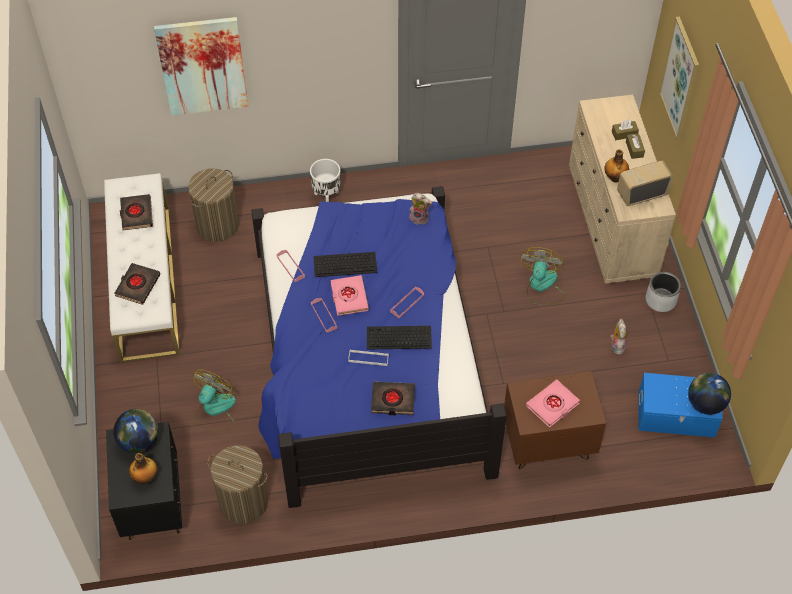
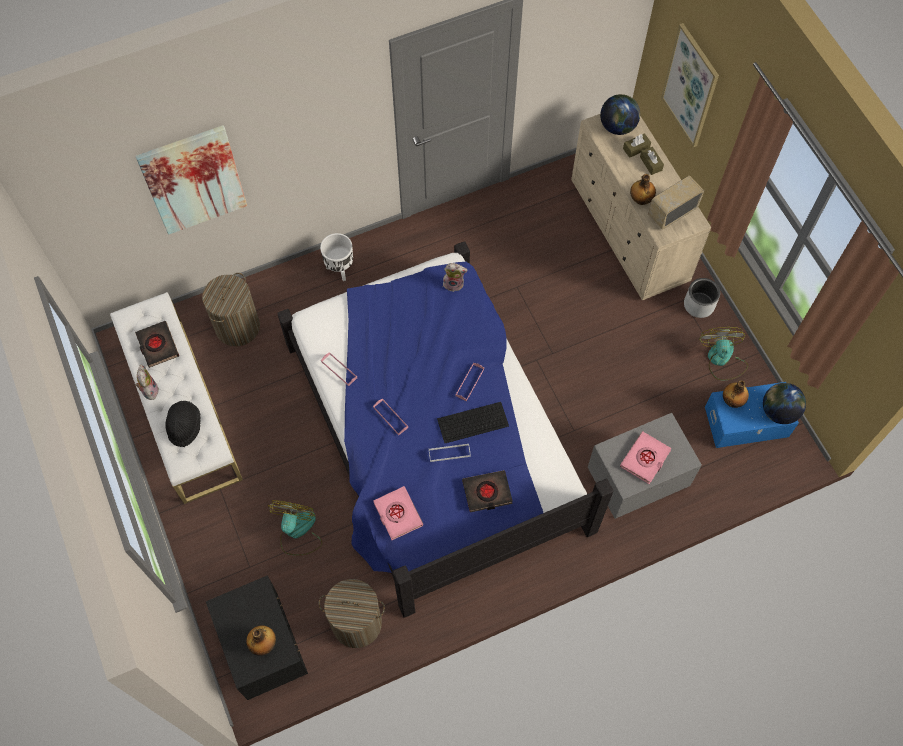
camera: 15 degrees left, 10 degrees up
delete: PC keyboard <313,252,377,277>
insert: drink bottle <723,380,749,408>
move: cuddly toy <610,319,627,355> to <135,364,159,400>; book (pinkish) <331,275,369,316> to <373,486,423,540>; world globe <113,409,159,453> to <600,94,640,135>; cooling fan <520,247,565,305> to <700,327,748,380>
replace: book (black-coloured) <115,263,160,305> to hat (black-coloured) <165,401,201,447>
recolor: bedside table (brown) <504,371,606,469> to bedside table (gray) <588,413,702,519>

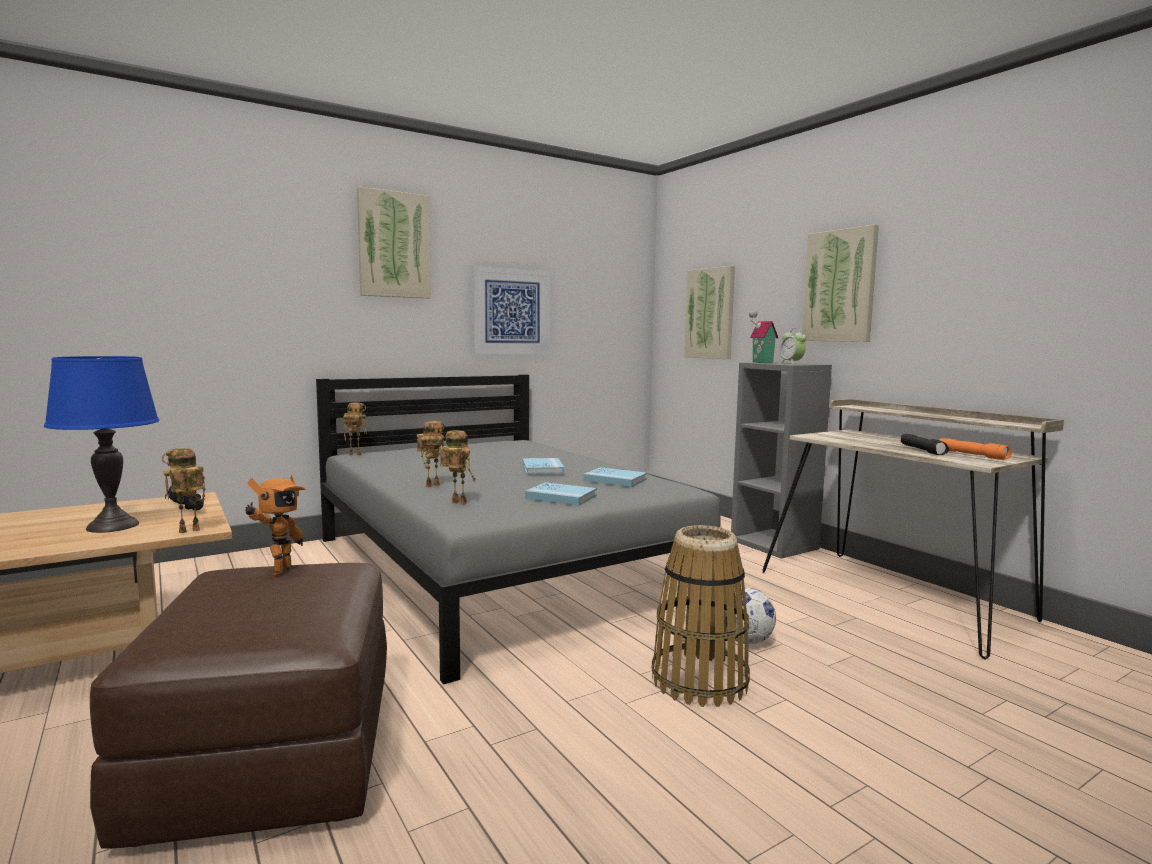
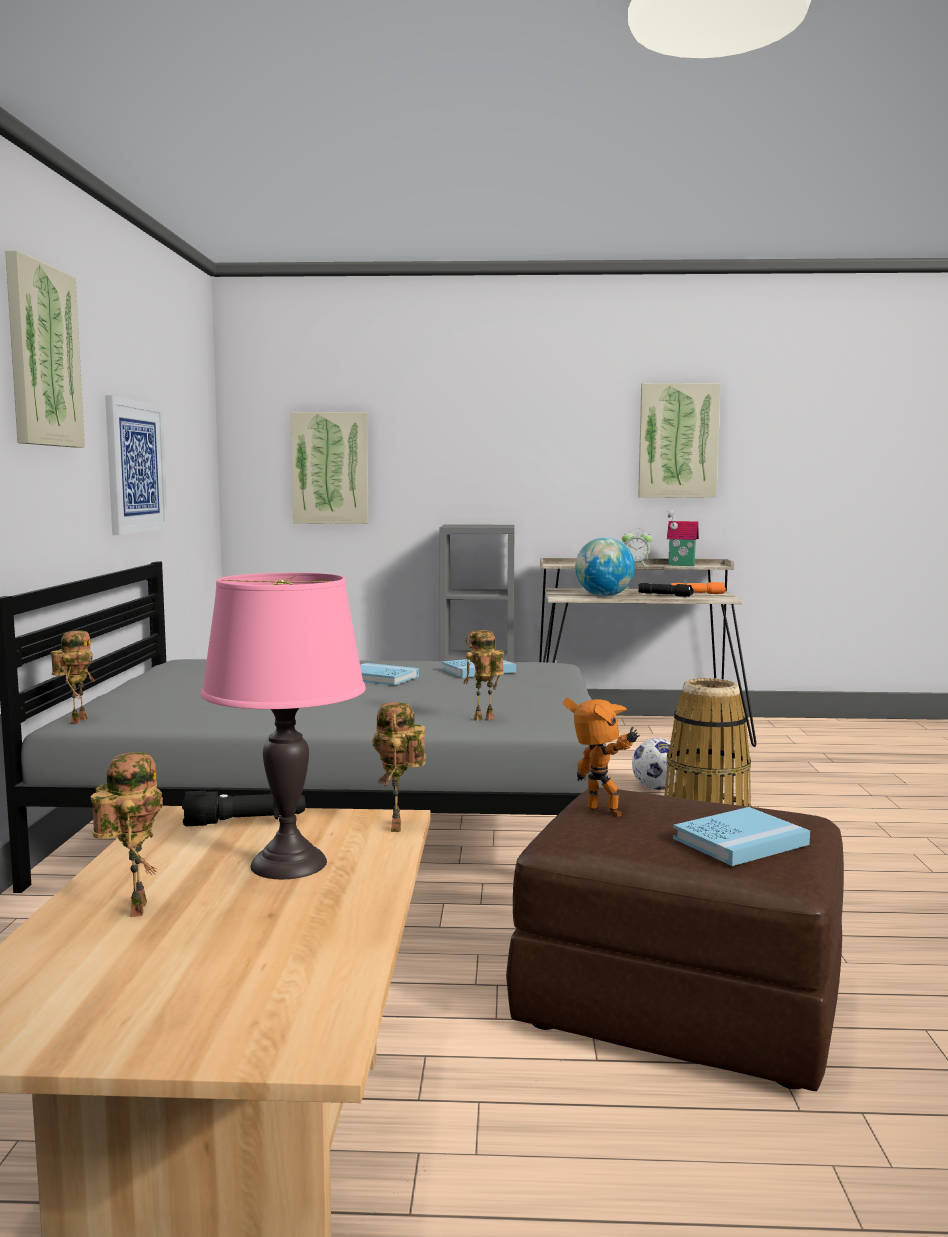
camera: 55 degrees left, 0 degrees up
insert: world globe <575,537,635,597>
move: model robot <417,421,445,488> to <91,752,163,917>; alarm clock <780,328,806,364> to <622,528,652,566>; picture <802,224,879,342> to <638,383,721,498>; toy house <749,310,778,363> to <667,510,699,566>; book (blue) <525,482,597,506> to <673,807,810,866>
recolor: lamp for a table (blue) <44,356,159,533> to lamp for a table (pinkish) <201,573,366,879>

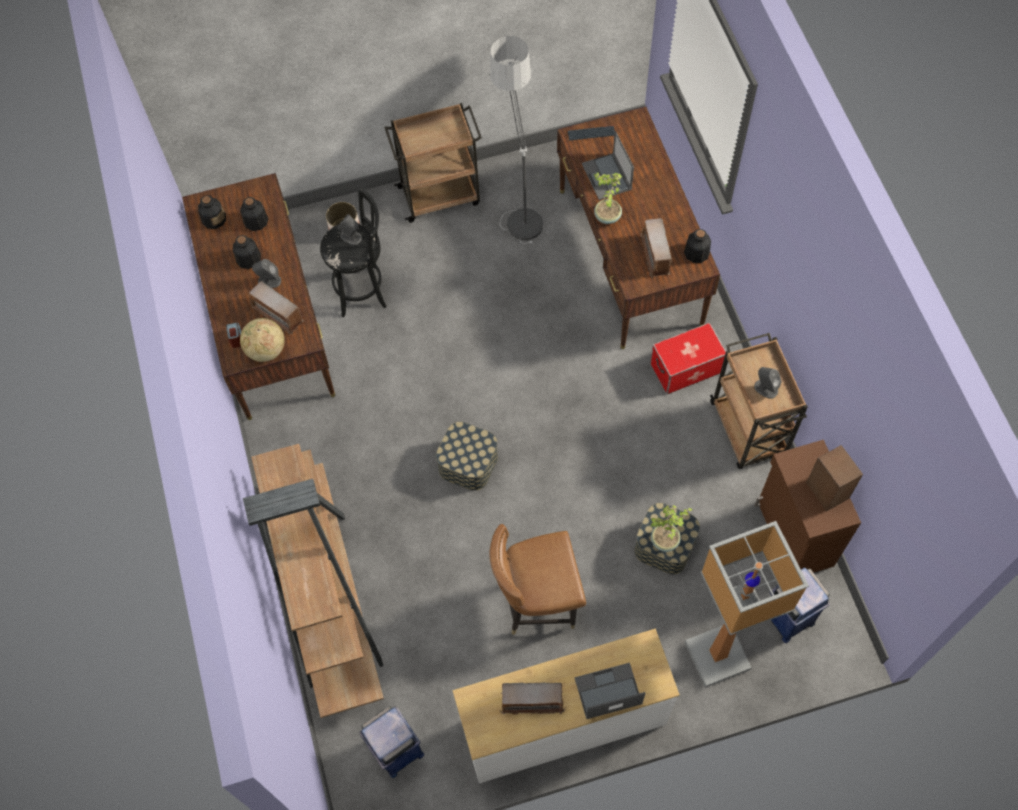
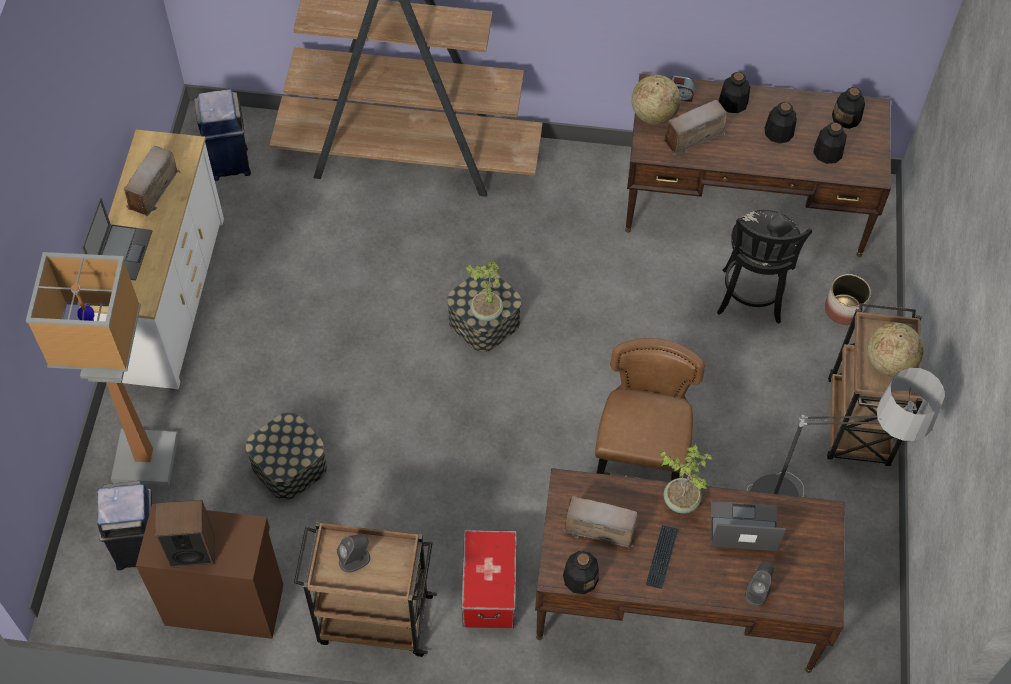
camera: 110 degrees right, 5 degrees down
insert: drink bottle <719,72,750,113>; world globe <868,323,924,377>
move: houseplant <650,505,692,552> to <466,261,503,321>; plain chair (brown) <489,524,586,635> to <595,338,705,481>; PC keyboard <568,126,615,141> to <646,525,678,589>; loudspeaker (gray) <252,259,281,288> to <745,562,774,606>

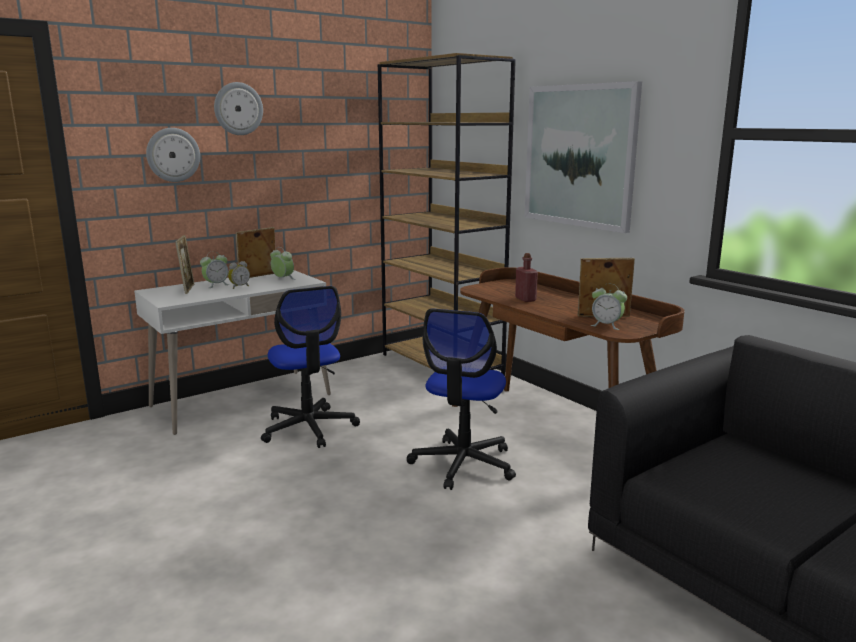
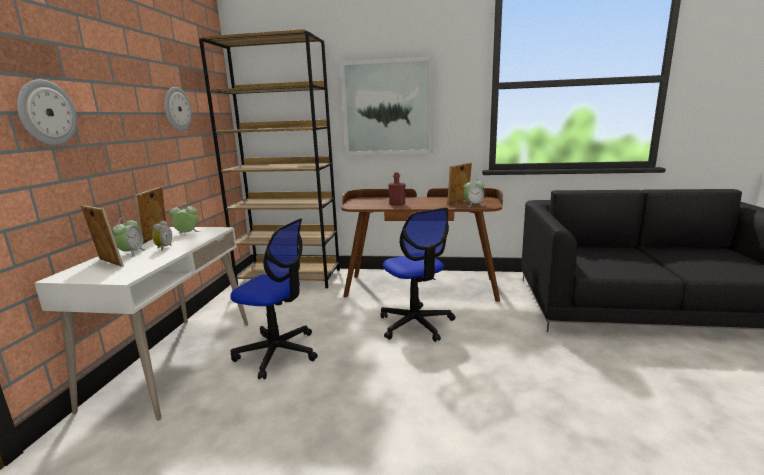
camera: 45 degrees left, 0 degrees up
move: hanging clock <214,82,263,135> to <164,87,192,131>

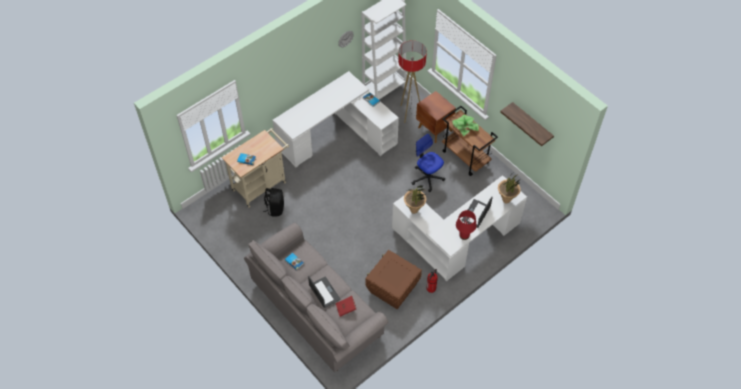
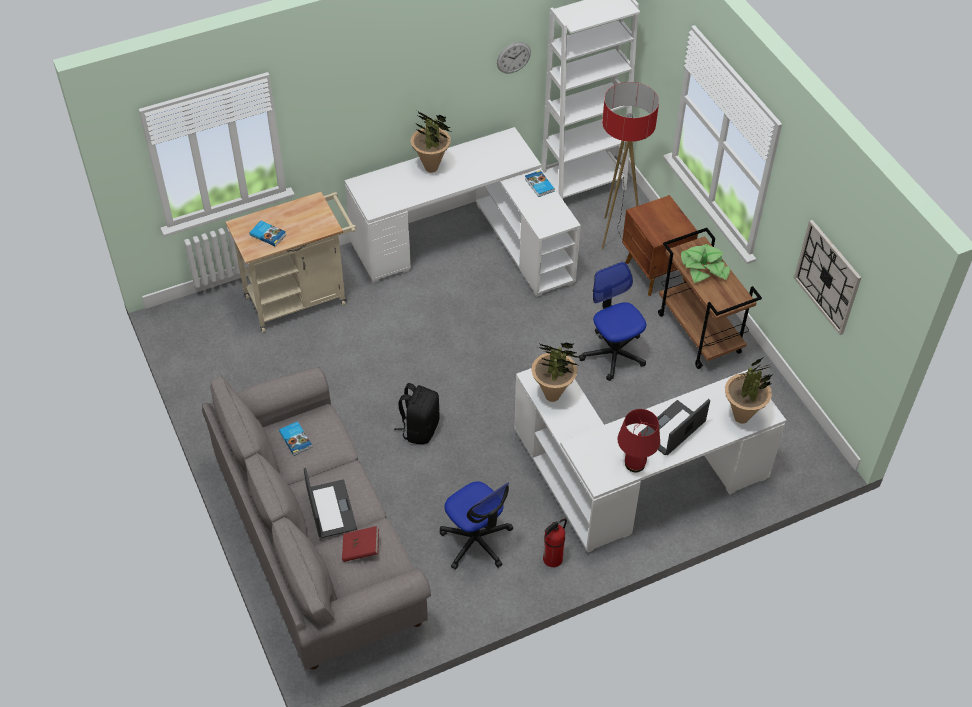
camera: 15 degrees right, 5 degrees down
insert: houseplant <411,111,451,173>
move: backpack (black-coloured) <263,188,284,217> to <394,383,440,444>
replace: storage bin (brown) <365,250,422,309> to desk chair <439,482,513,570>; wall shelf <500,102,554,146> to hanging clock <794,220,861,335>

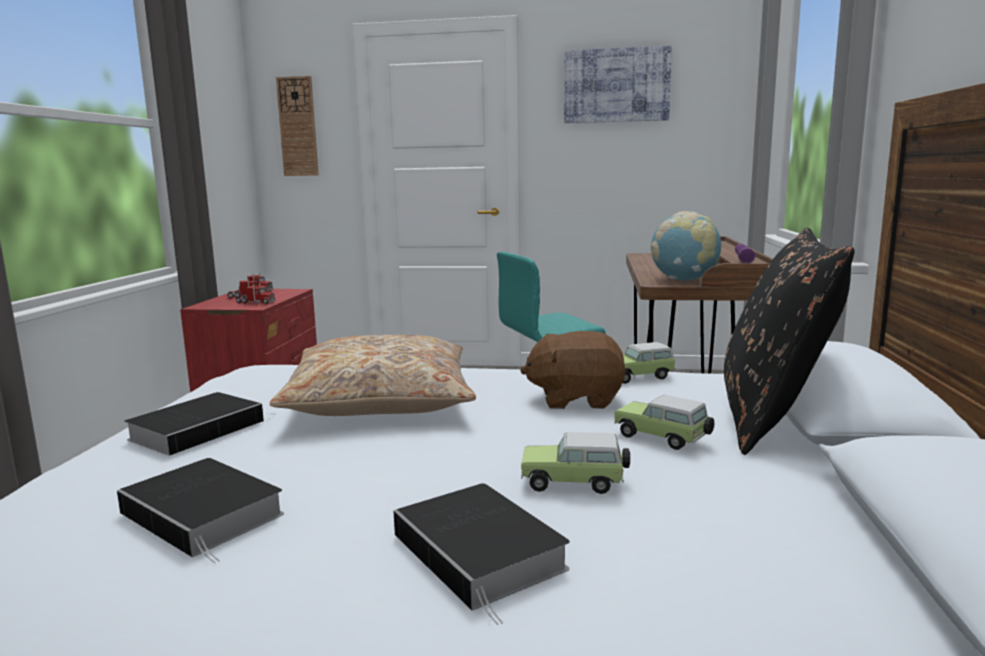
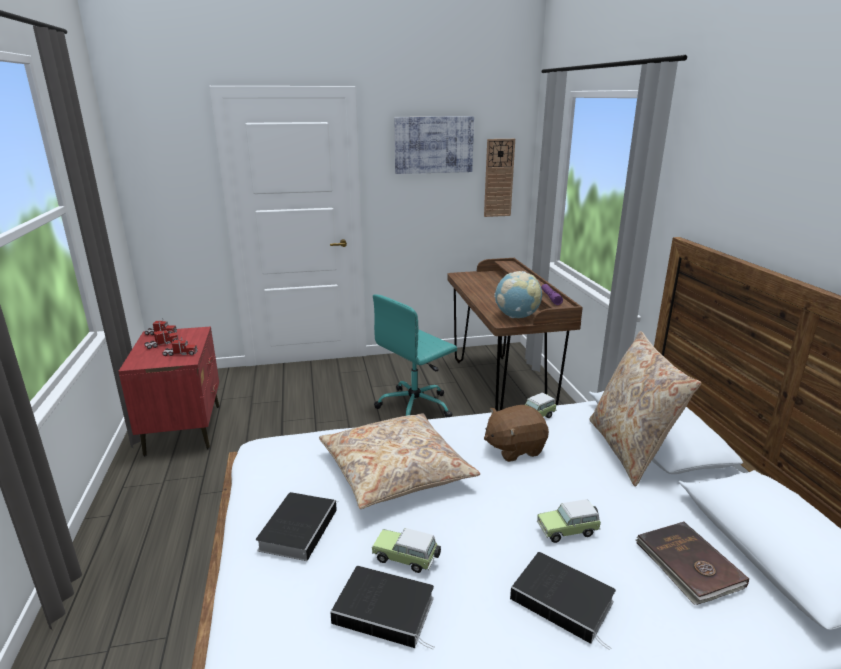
camera: 20 degrees left, 10 degrees up
insert: book (brown) <636,521,749,605>
move: toy car <614,395,714,450> to <372,528,441,573>; hanging clock <276,76,319,176> to <484,139,515,217>
recolor: pillow (black-coloured) <724,228,855,455> to pillow (beige) <589,331,701,487>

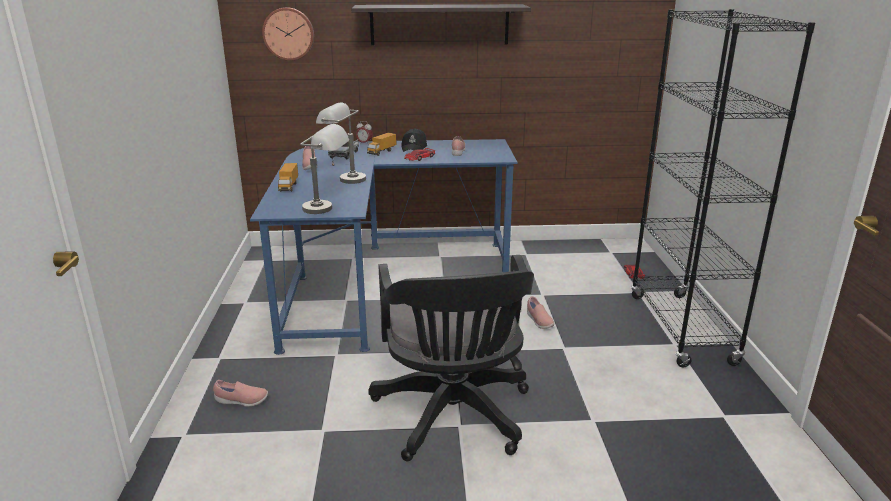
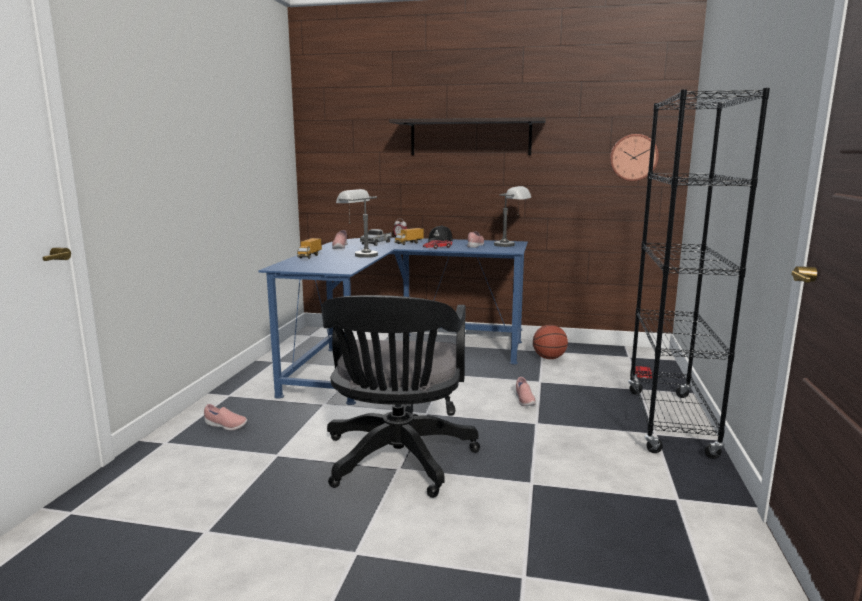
camera: 15 degrees right, 10 degrees down
insert: basketball ball <533,325,568,359>
move: lamp for a table (gray) <300,124,349,214> to <494,186,531,247>; hanging clock <262,7,314,61> to <610,134,659,181>

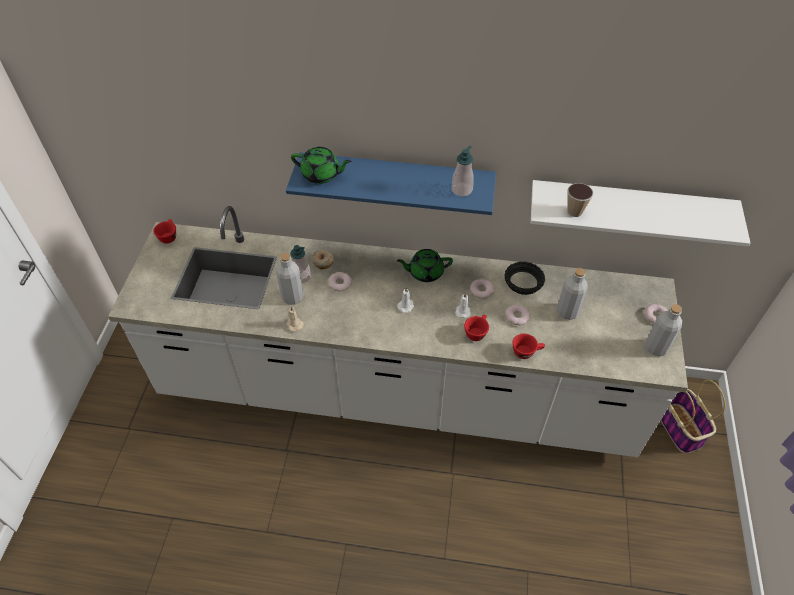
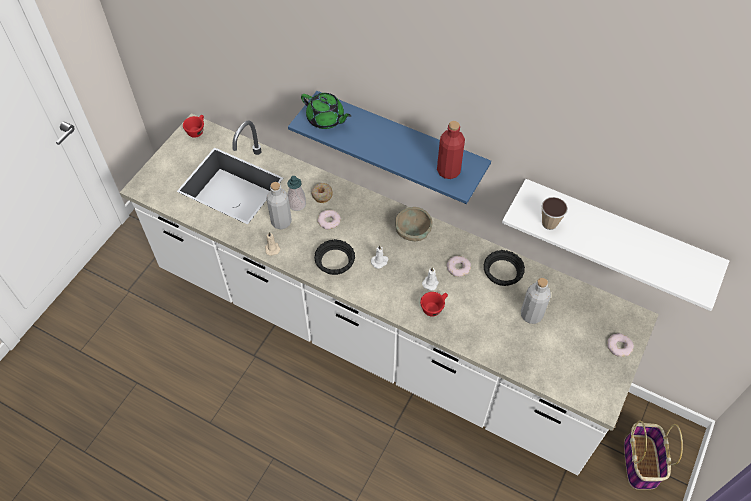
camera: 20 degrees right, 5 degrees up
delete: doughnut <505,304,530,326>; small cup (reddish) <512,333,545,359>; drink bottle (gray) <645,304,682,356>
insert: serving bowl (black-coloured) <314,239,355,275>
replace: pot for tea (green) <397,249,453,282> to serving bowl (beige) <395,207,433,242>; liquid soap bottle <452,146,474,197> to drink bottle (reddish) <437,121,465,179>

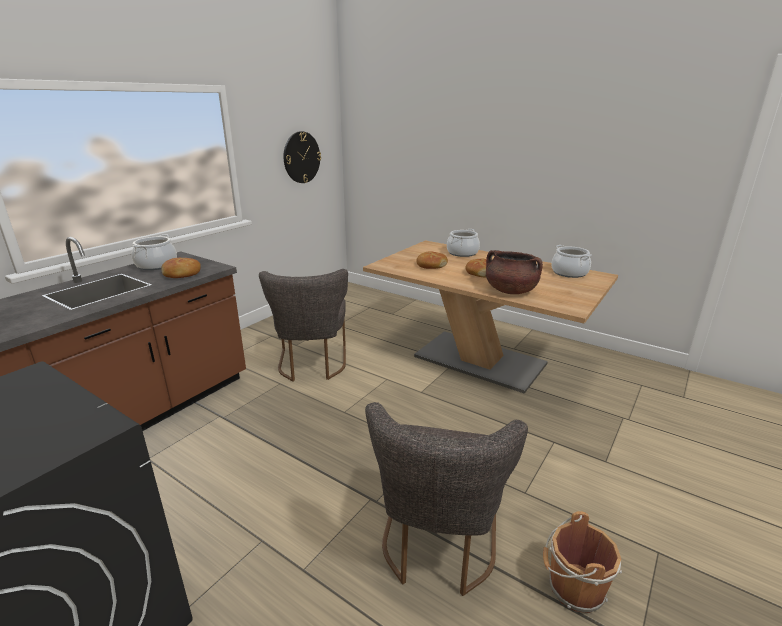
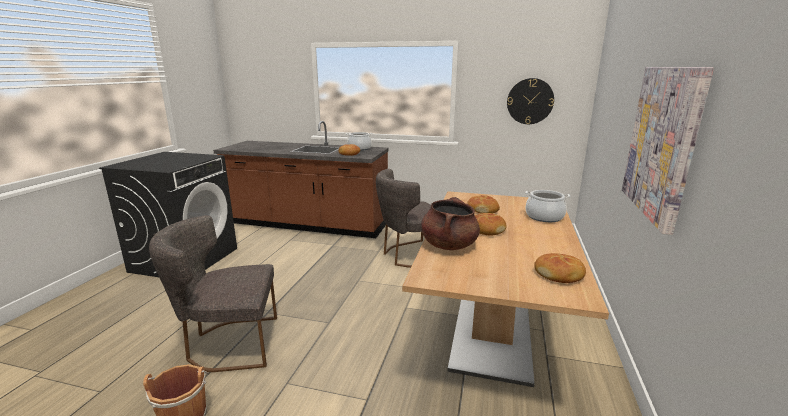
camera: 70 degrees right, 5 degrees down
insert: picture <622,67,714,235>
replace: stockpot <551,245,592,278> to baked bread <534,253,586,283>

